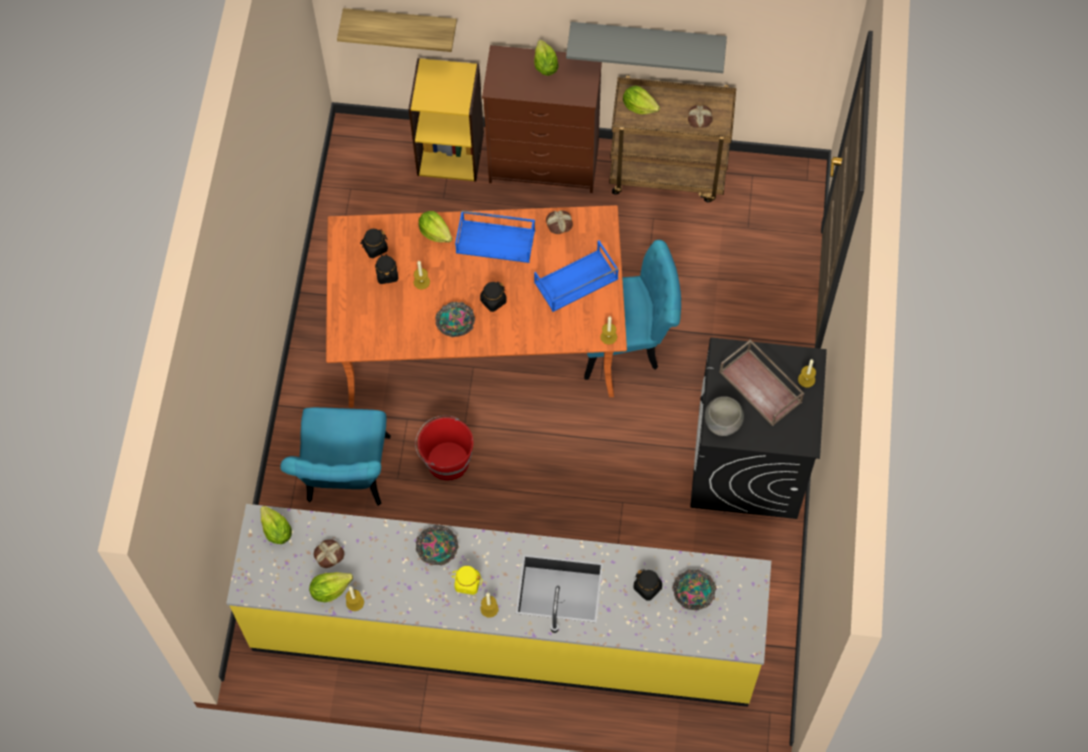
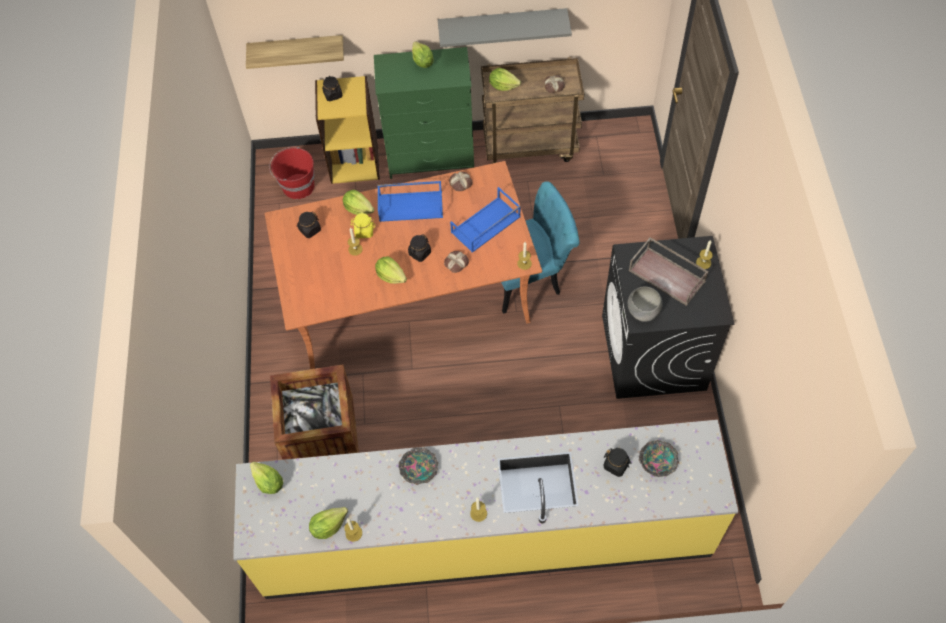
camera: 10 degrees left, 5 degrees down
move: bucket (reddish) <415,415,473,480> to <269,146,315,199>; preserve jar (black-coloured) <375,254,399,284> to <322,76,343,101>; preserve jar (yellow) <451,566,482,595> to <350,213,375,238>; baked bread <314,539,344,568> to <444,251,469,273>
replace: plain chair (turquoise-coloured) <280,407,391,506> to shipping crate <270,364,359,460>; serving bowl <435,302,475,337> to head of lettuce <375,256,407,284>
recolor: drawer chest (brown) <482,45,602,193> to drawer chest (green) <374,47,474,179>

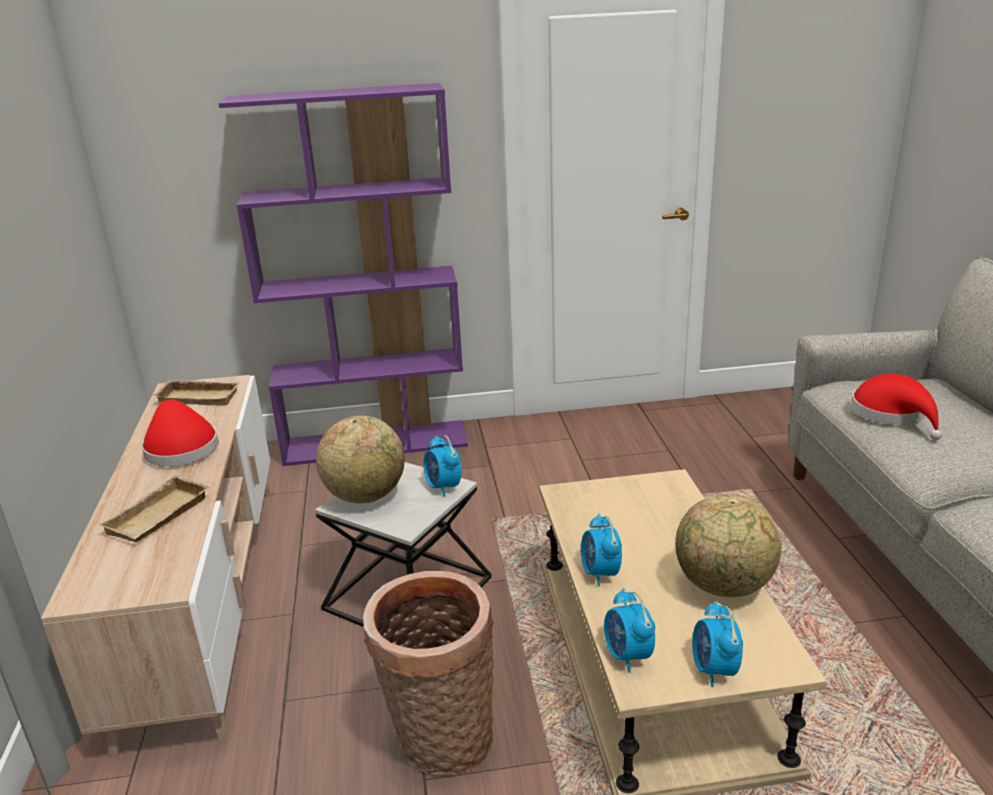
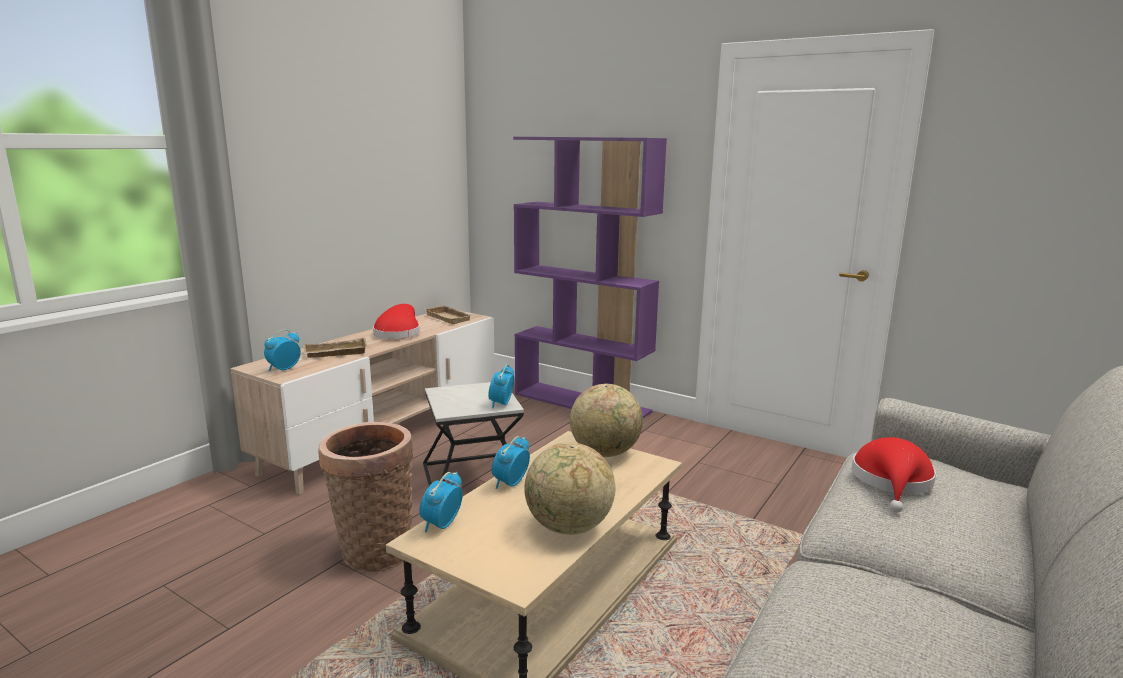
camera: 40 degrees right, 10 degrees down
move: alarm clock <692,601,743,687> to <264,329,301,371>; world globe <316,415,405,503> to <570,384,643,457>

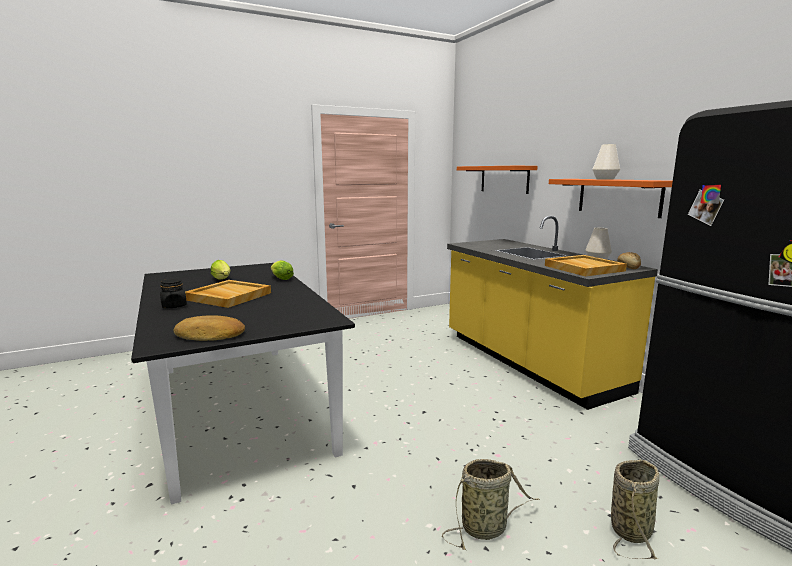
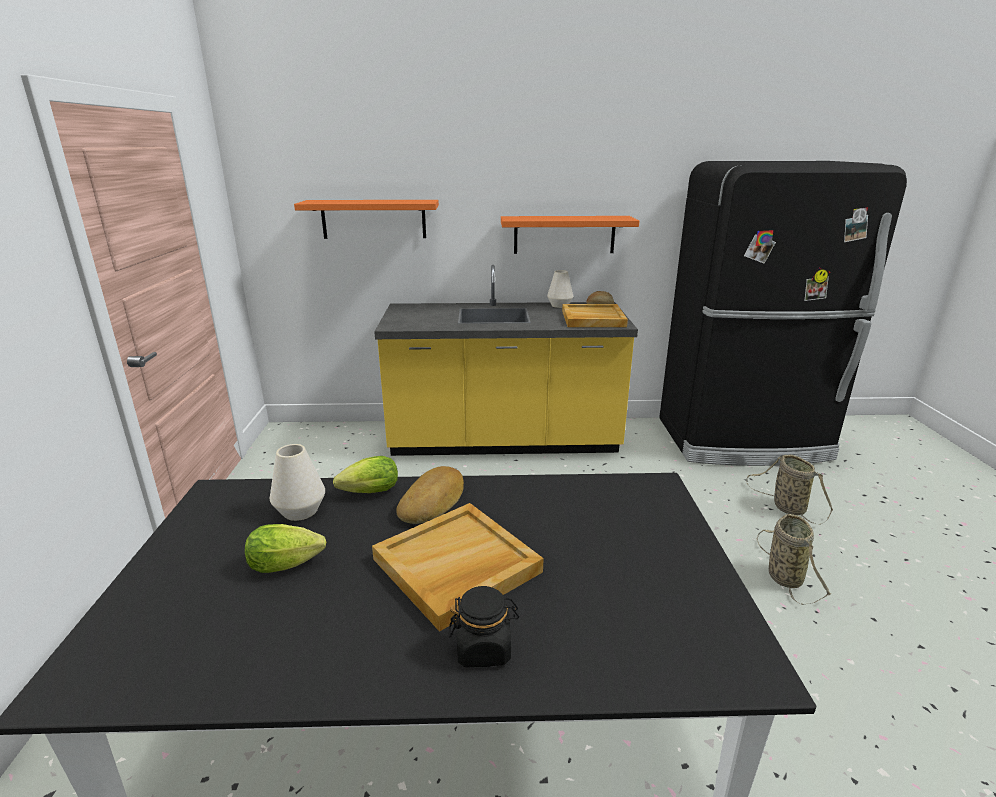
camera: 65 degrees left, 10 degrees up
move: vase (white-coloured) <592,144,620,180> to <270,444,325,521>; baked bread <174,315,245,341> to <396,466,464,524>

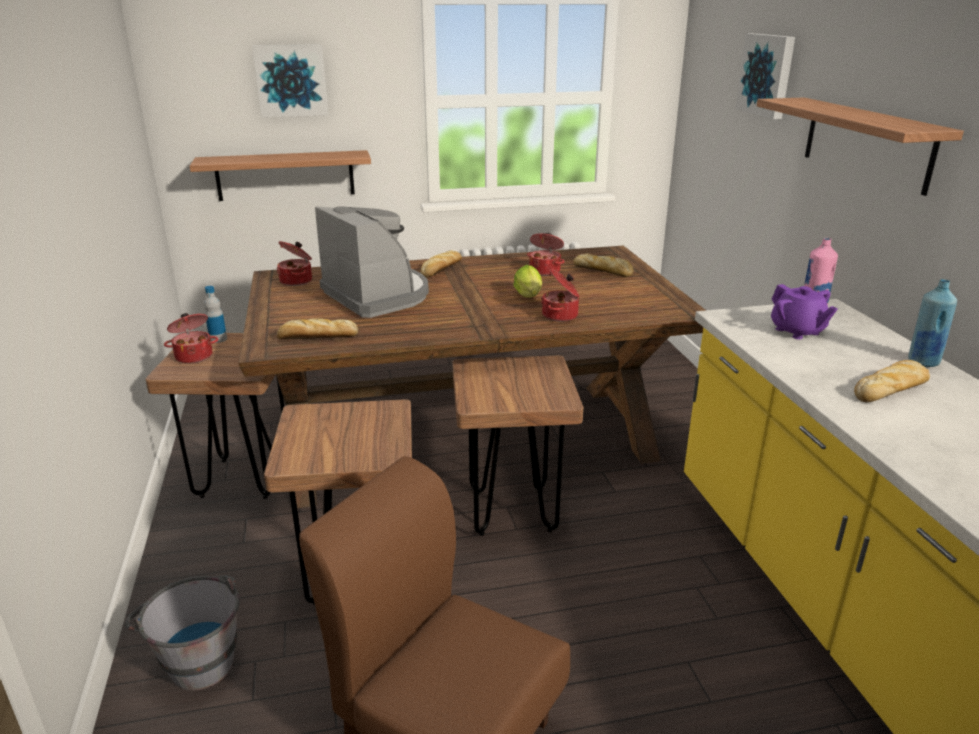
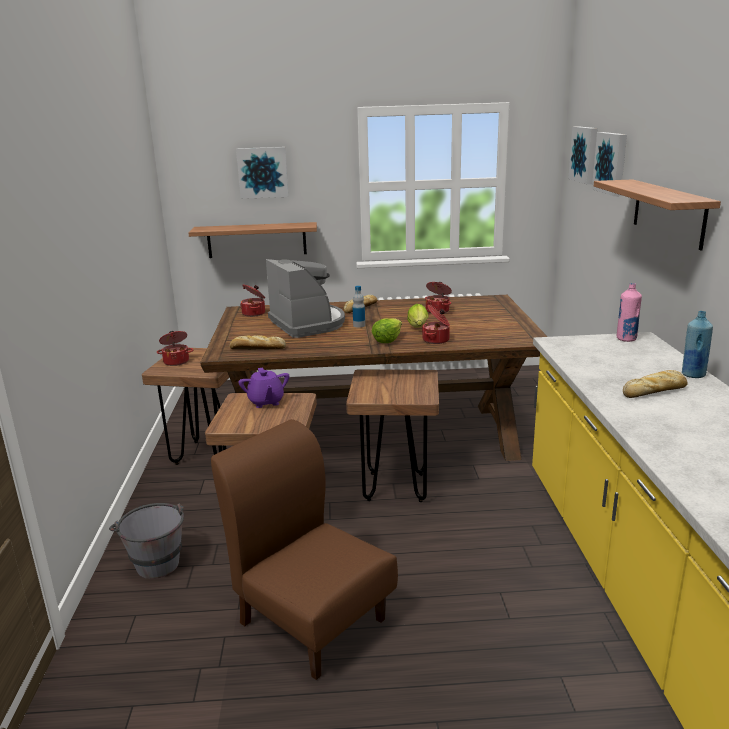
camera: 10 degrees right, 5 degrees down
delete: baked bread <573,253,634,277>
insert: head of lettuce <372,318,402,343>; picture <568,126,598,184>
move: pot for tea (purple-coloured) <771,284,838,340> to <239,368,289,408>; drink bottle <204,286,227,343> to <353,286,365,328>

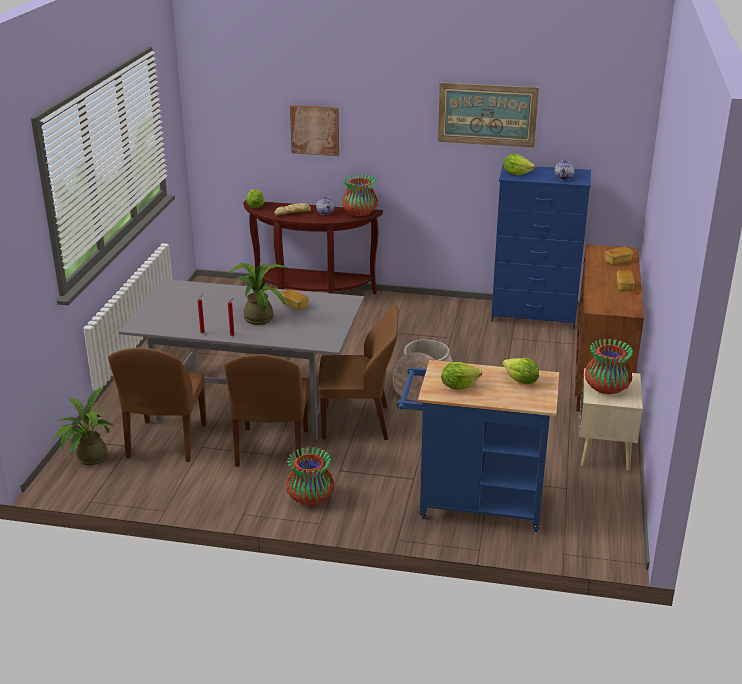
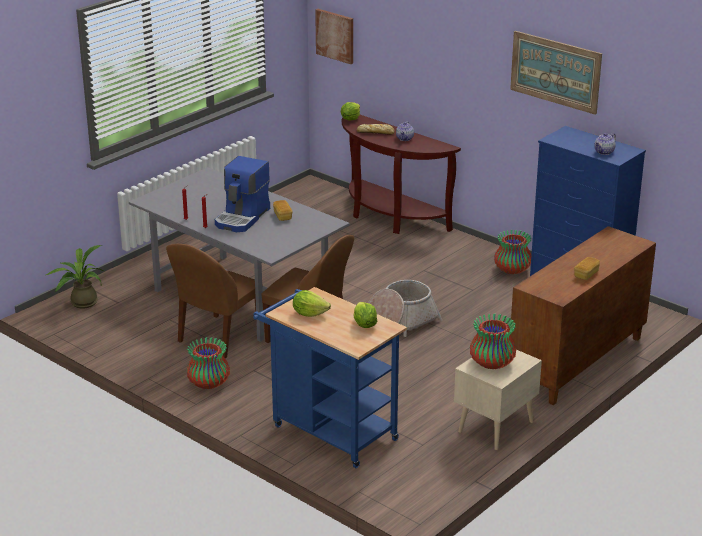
camera: 30 degrees right, 0 degrees up
delete: plain chair (brown) <108,347,207,462>; head of lettuce <503,154,535,175>; baked bread <605,247,633,265>
move: picture <290,105,339,156> to <315,9,353,64>; vase <342,174,378,216> to <494,230,532,274>
replace: houseplant <227,263,287,325> to coffee brewer <215,156,270,232>

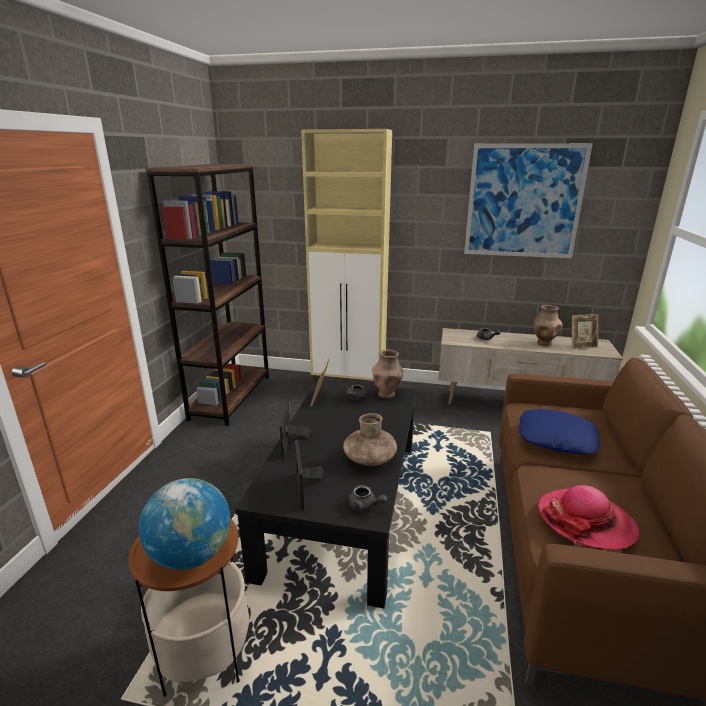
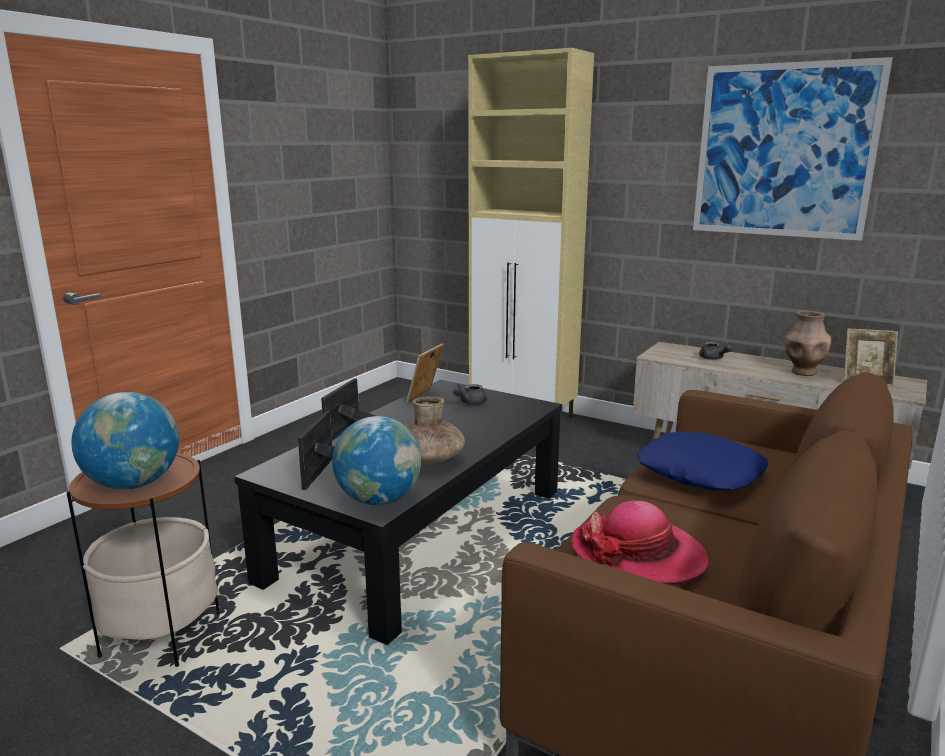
camera: 20 degrees right, 5 degrees down
delete: bookshelf (brown) <145,164,269,426>; vase (brown) <372,350,404,398>
replace: pot for tea (gray) <349,485,388,511> to world globe <332,416,421,505>

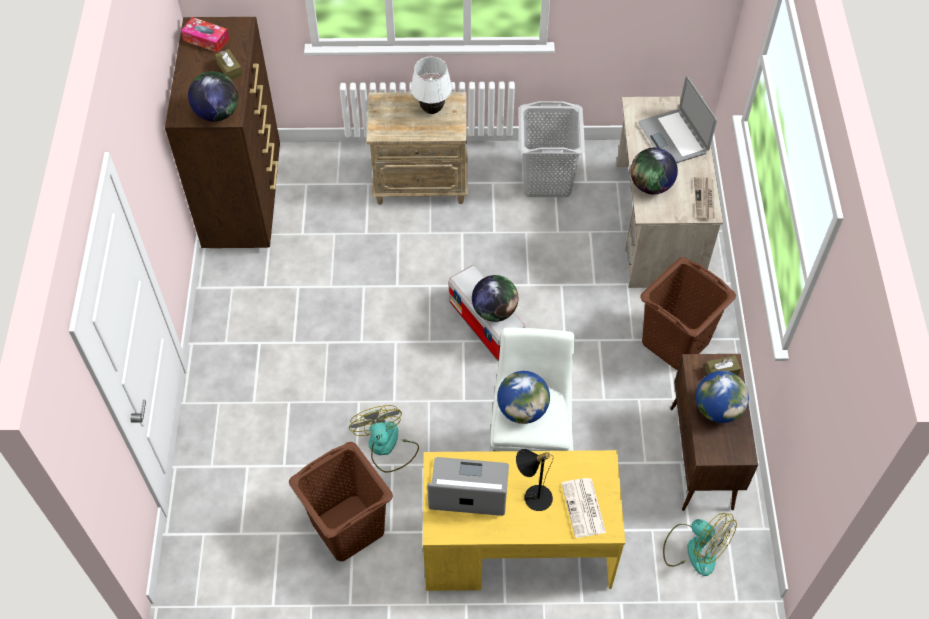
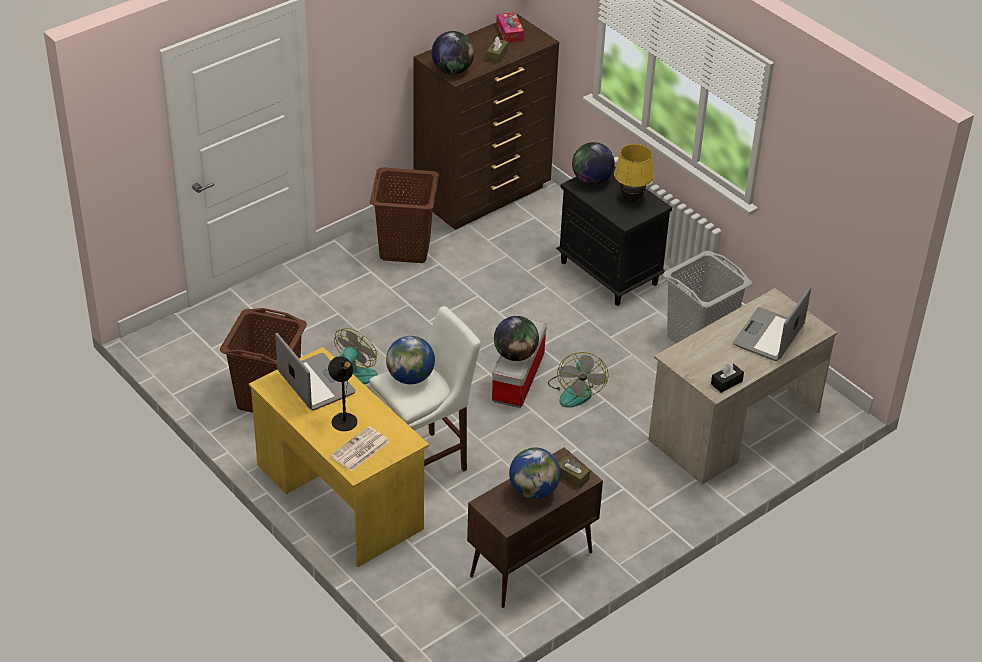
camera: 50 degrees right, 15 degrees down
move: laundry basket (brown) <640,257,736,370> to <370,167,439,263>; cooling fan <663,513,737,576> to <548,352,609,408>; world globe <630,148,678,194> to <572,142,615,185>
replace: printed paper <694,177,715,220> to tissue box (black-coloured) <711,363,744,393>
recolor: bedside table (beige) <366,92,468,205> to bedside table (black-coloured) <556,166,672,306>; lamp for a table (white-coloured) <411,57,452,114> to lamp for a table (yellow) <614,144,654,202>

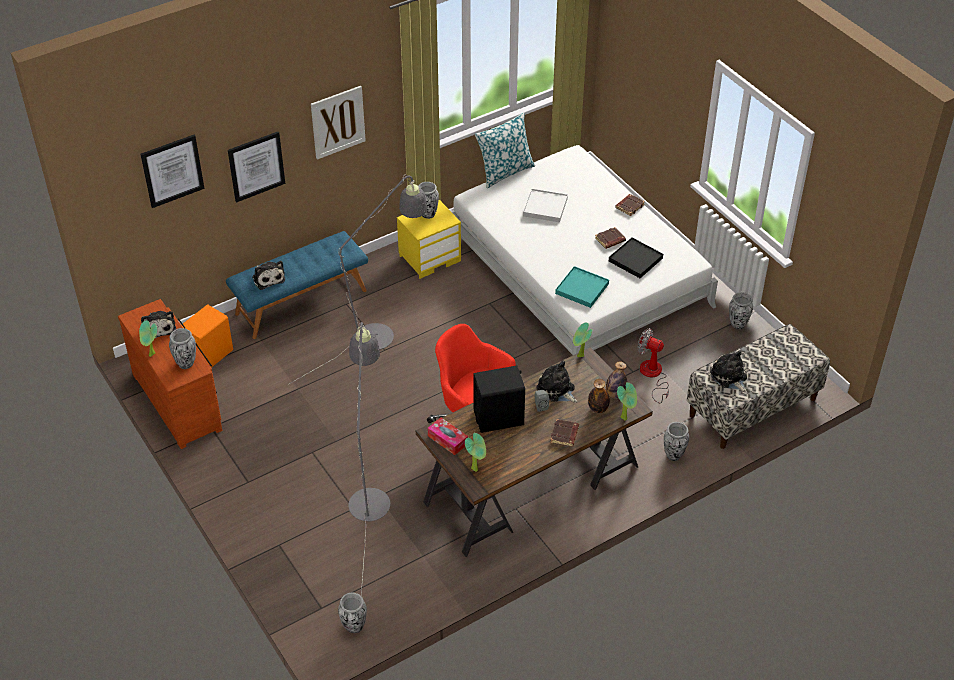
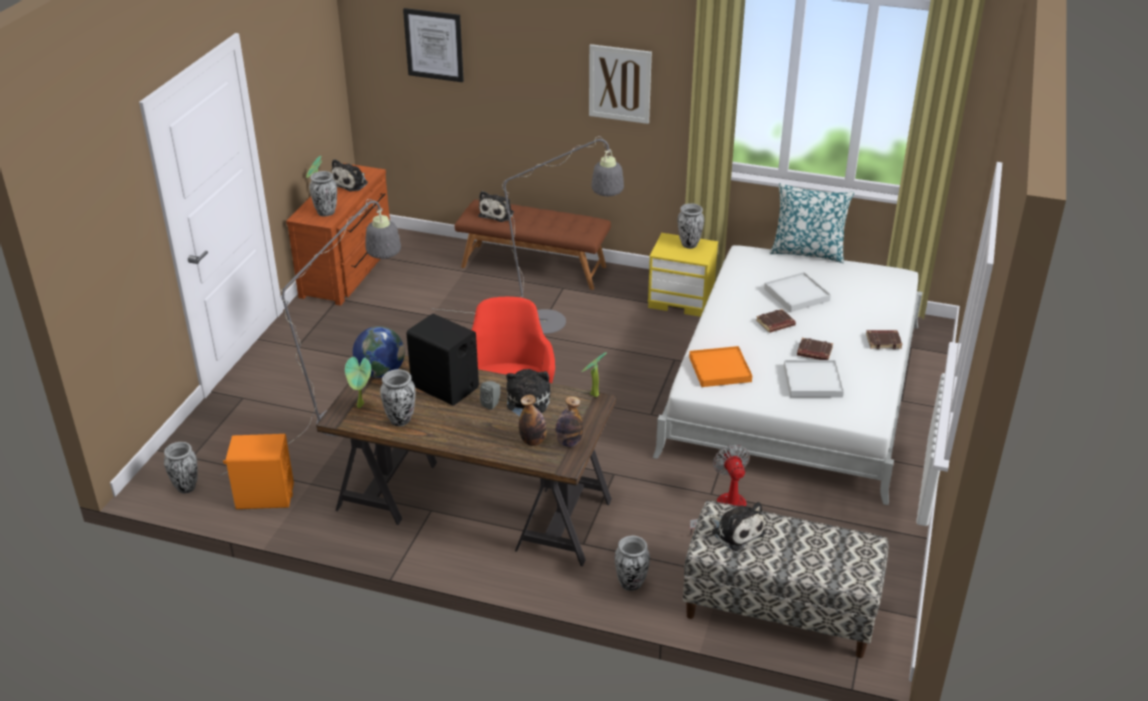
camera: 50 degrees right, 10 degrees down
delete: picture <228,132,285,202>; houseplant <617,382,637,421>
move: loudspeaker (orangey) <181,304,233,368> to <223,434,294,509>; vase <729,292,753,329> to <380,369,416,426>; book (brown) <550,419,579,447> to <756,309,796,333>
replace: tissue box <428,417,468,455> to world globe <353,326,405,378>
recolor: long seat (blue) <226,231,368,339> to long seat (brown) <455,200,611,290>; carrying tray (turquoise-coloured) <555,266,609,308> to carrying tray (orangey) <689,346,752,387>; carrying tray (black-coloured) <609,238,663,278> to carrying tray (white-coloured) <784,360,844,398>
rotate: cuddly toy <710,350,747,392> = <709,502,765,551> 120 degrees clockwise

